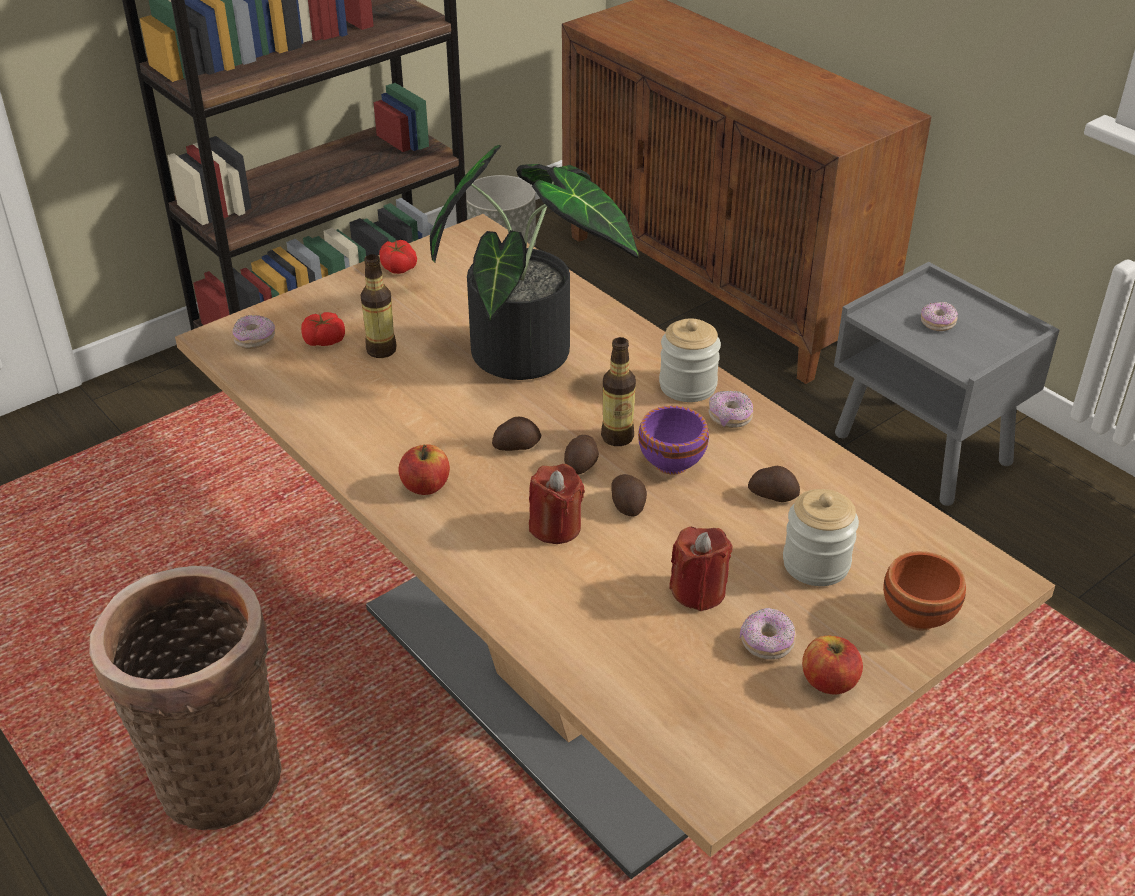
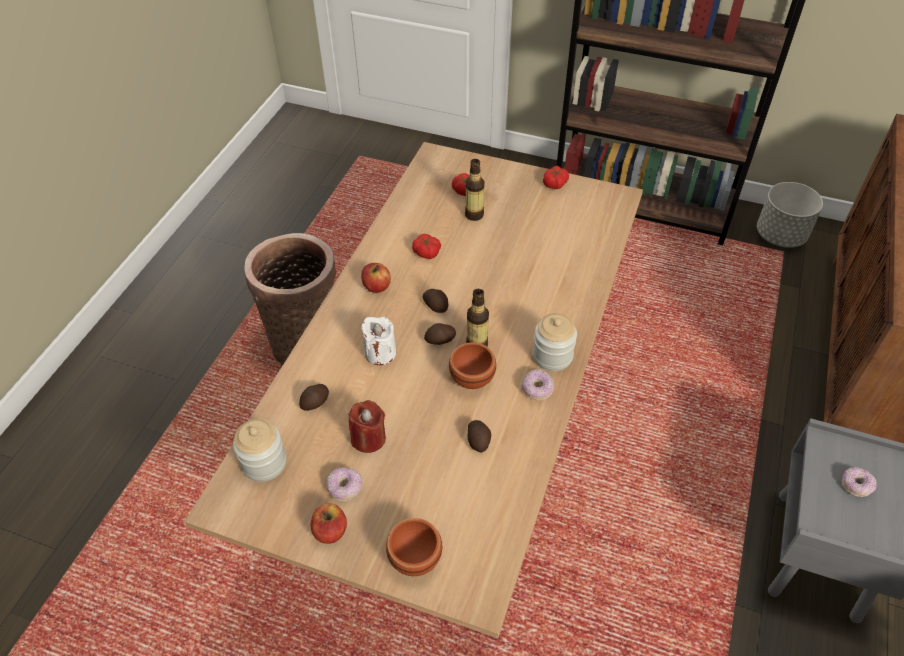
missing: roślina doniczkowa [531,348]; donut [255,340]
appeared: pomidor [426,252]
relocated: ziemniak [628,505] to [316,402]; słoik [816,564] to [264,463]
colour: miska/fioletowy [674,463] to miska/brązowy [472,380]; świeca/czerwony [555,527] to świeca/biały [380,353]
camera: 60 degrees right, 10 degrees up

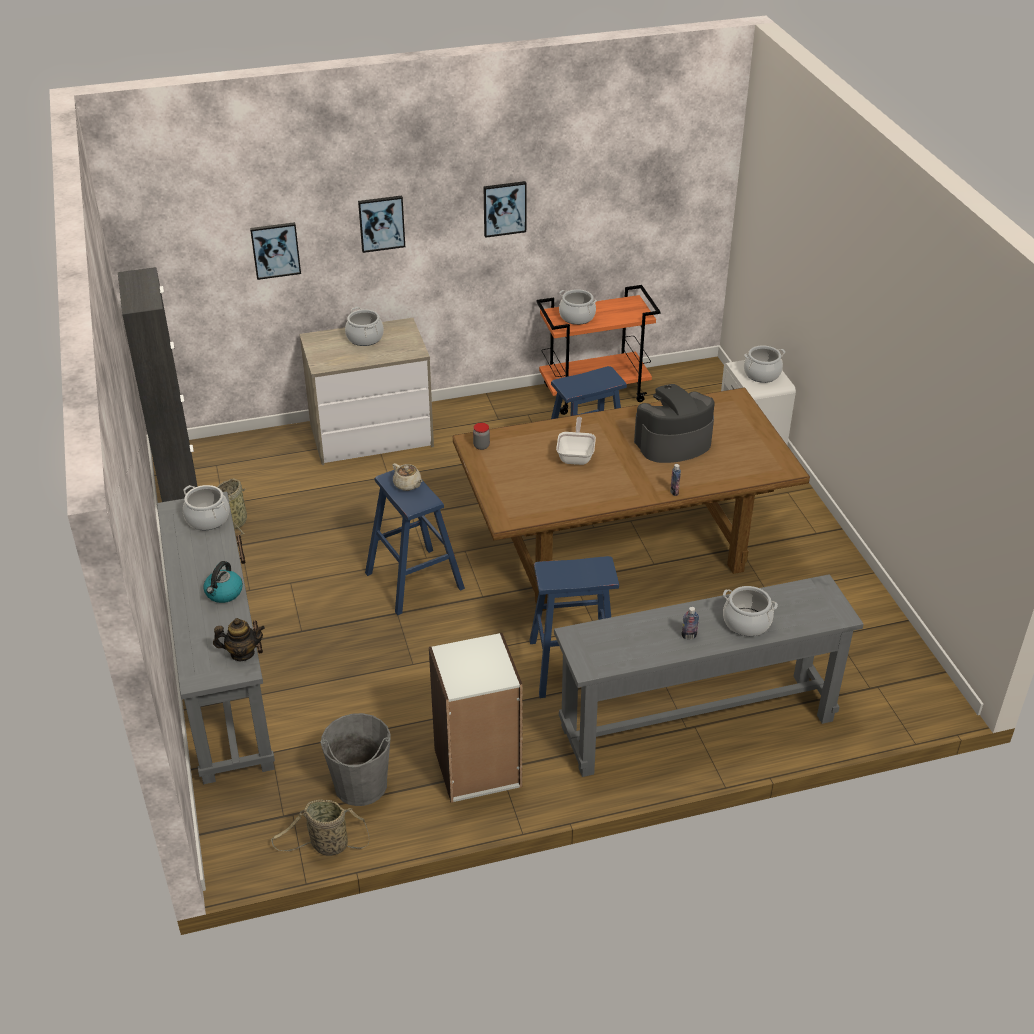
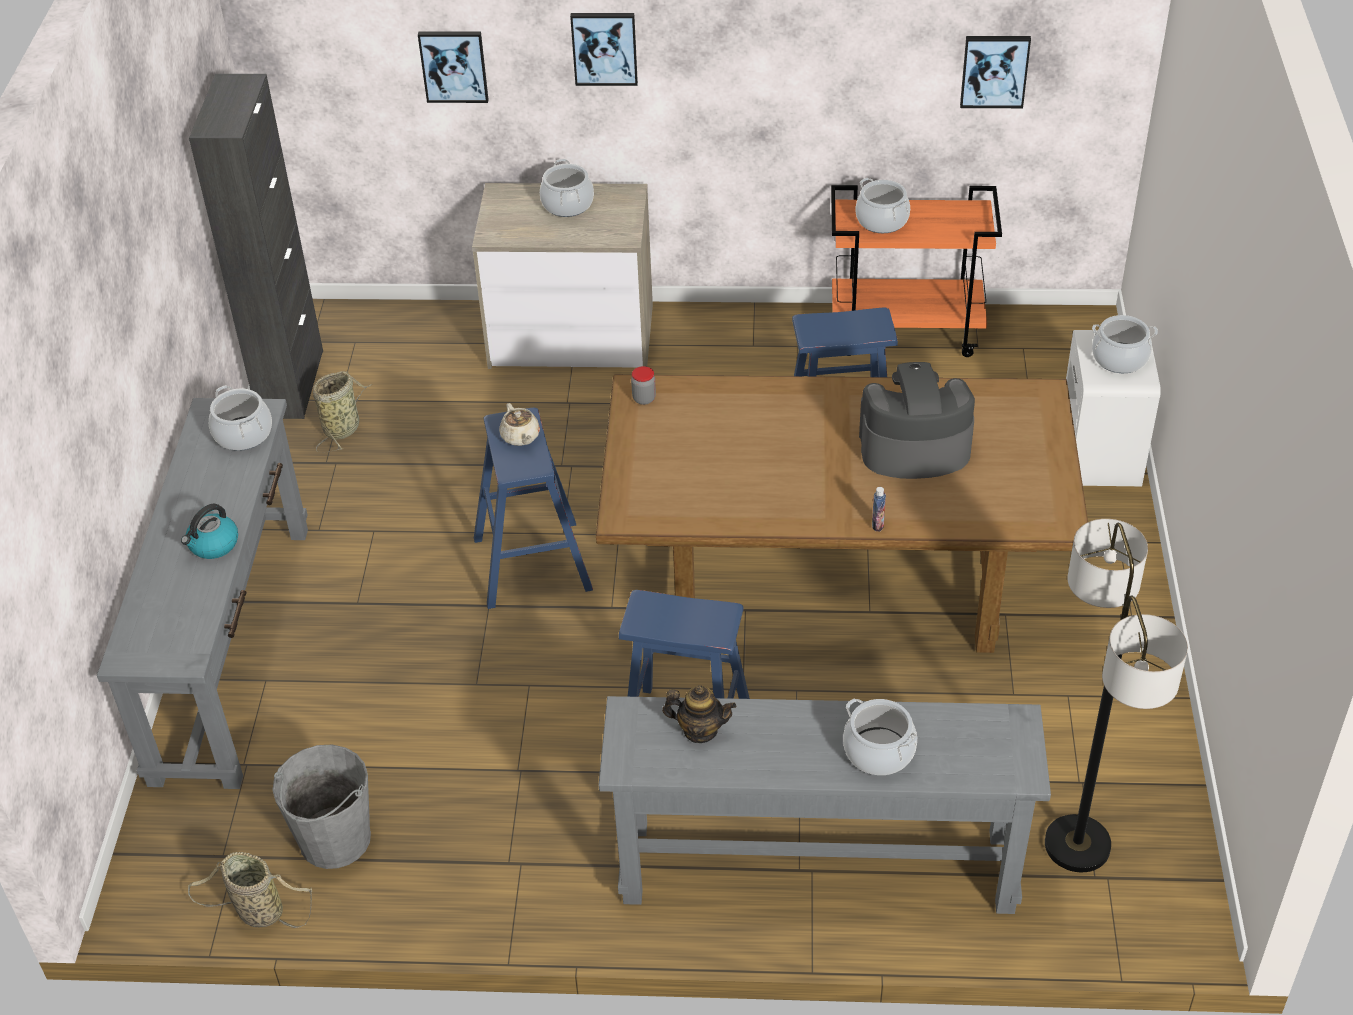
missing: patelnia [576,455]; butelka [689,636]; regał/biały [477,769]
appeared: lampa stojąca [1077,845]
relocated: obraz [504,208] to [994,70]; imbryk [242,653] to [700,730]
camera: 20 degrees right, 5 degrees up

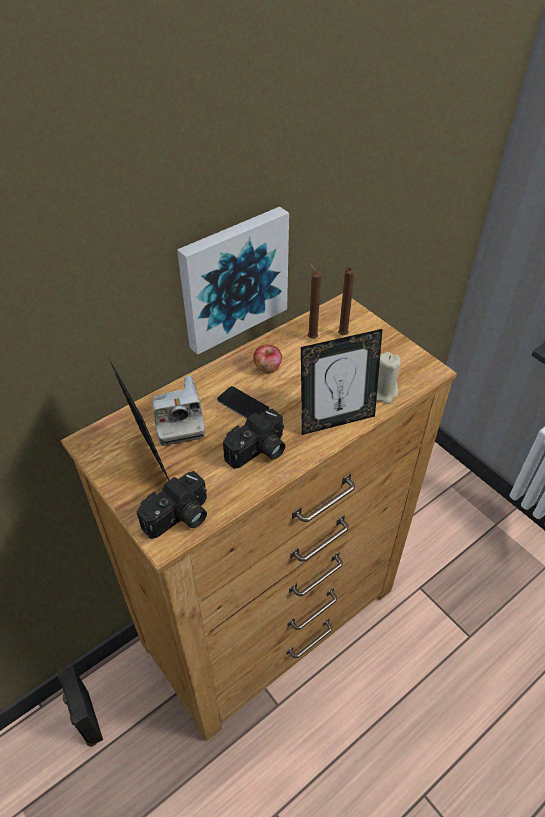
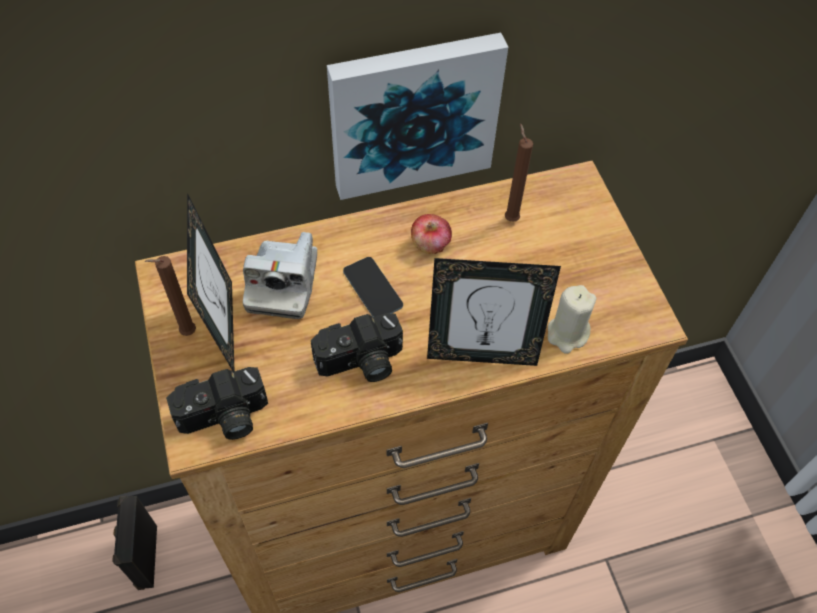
relocated: świeca/brązowy [342,336] to [186,333]
camera: 20 degrees right, 10 degrees up

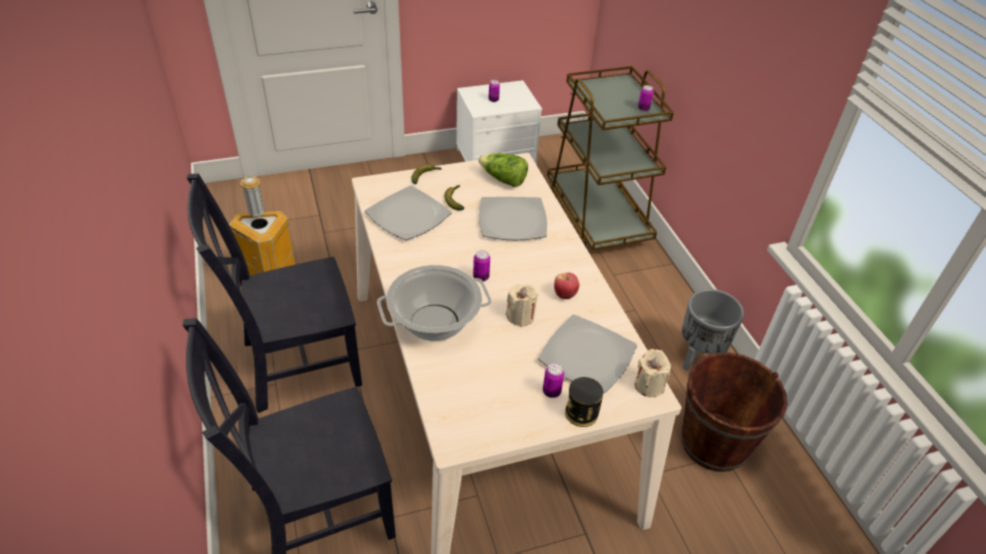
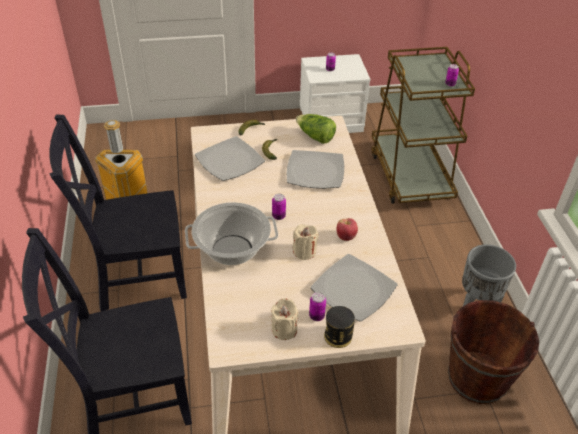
relocated: świeca/beżowy [649,385] to [284,329]
camera: 10 degrees right, 0 degrees up

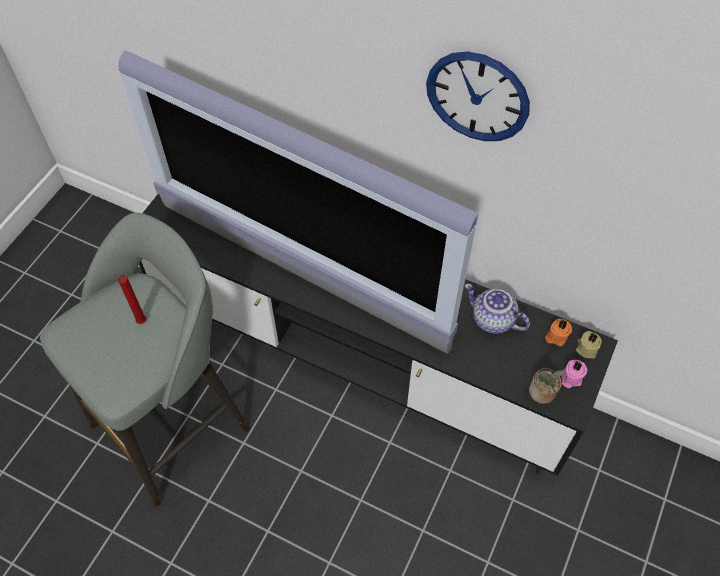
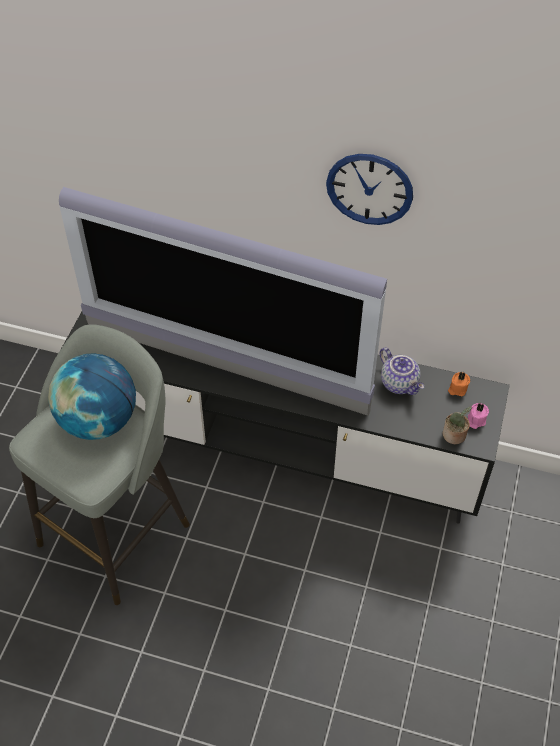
missing: świeca/beżowy [586,348]
exchanged: świeca/czerwony [140,321] to globus [98,421]
spun: imbryk [492,320] = [400,383] 150 degrees counterclockwise
camera: 10 degrees left, 5 degrees down

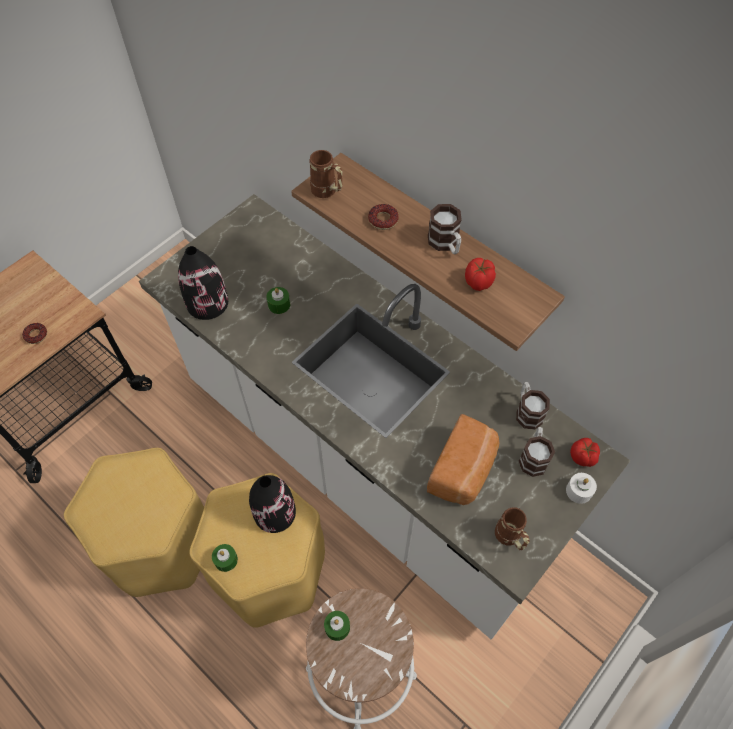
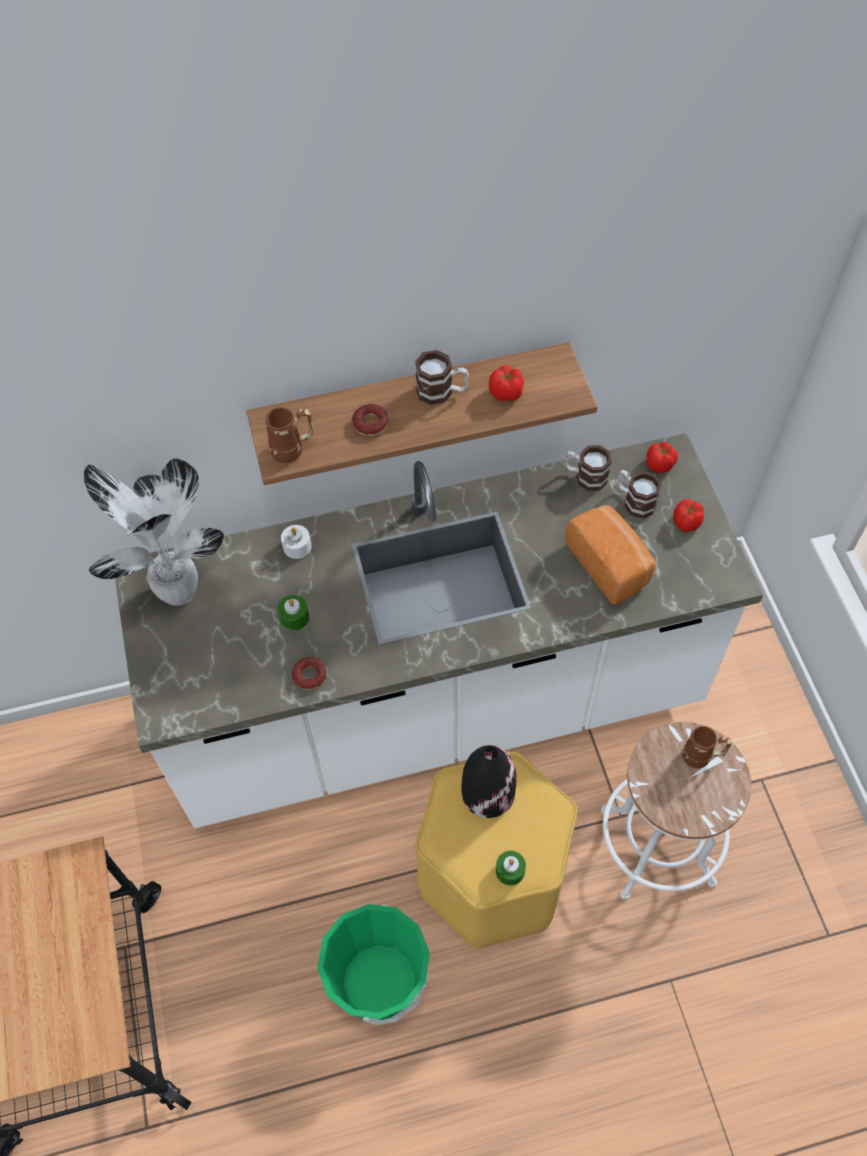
missing: wazon/czarny [208,302]; świeca/zielony [337,627]
appeared: roślina doniczkowa [179,595]; pomidor [686,523]
relocated: donut [36,335] to [309,675]; świeca/biały [578,491] to [297,546]; kubek/brązowy [510,538] to [702,757]
exchanged: stołek/żółty [161,543] to wiadro/zielony [379,982]
camera: 55 degrees left, 0 degrees up

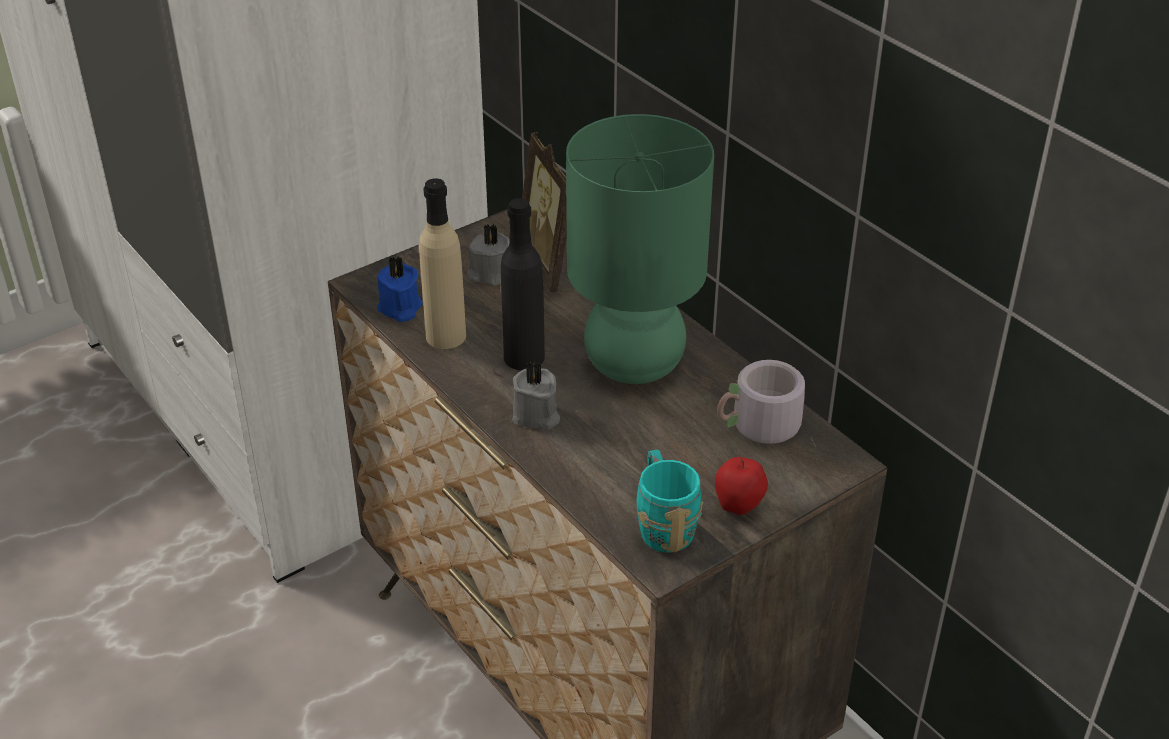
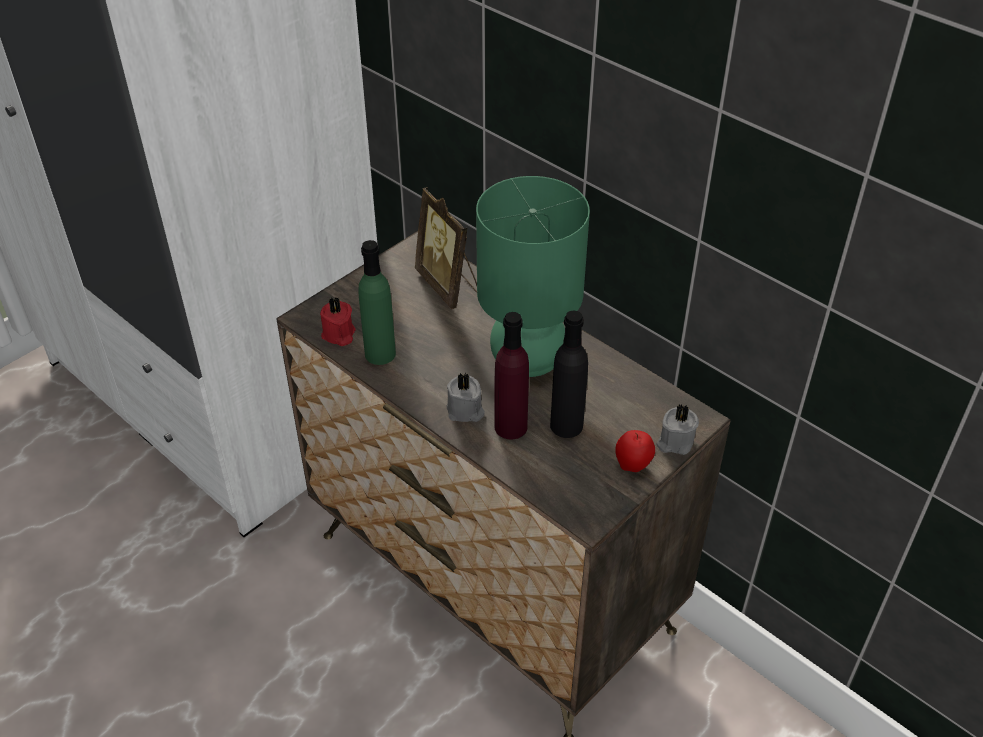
missing: kubek/szary [759,429]; kubek/turkusowy [663,524]
appeared: butelka/fioletowy [510,427]
relocated: butelka/czarny [524,357] to [566,425]; świeca/szary [489,274] to [674,442]
colour: butelka/beżowy [446,336] to butelka/zielony [380,354]; świeca/niebieski [399,308] to świeca/czerwony [338,335]
camera: 10 degrees left, 5 degrees up

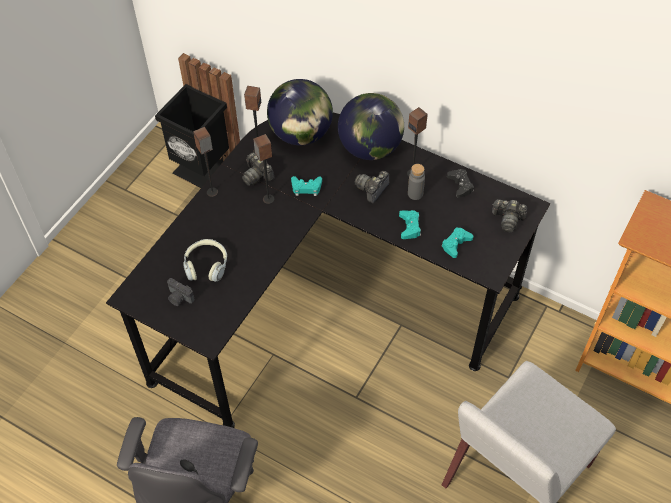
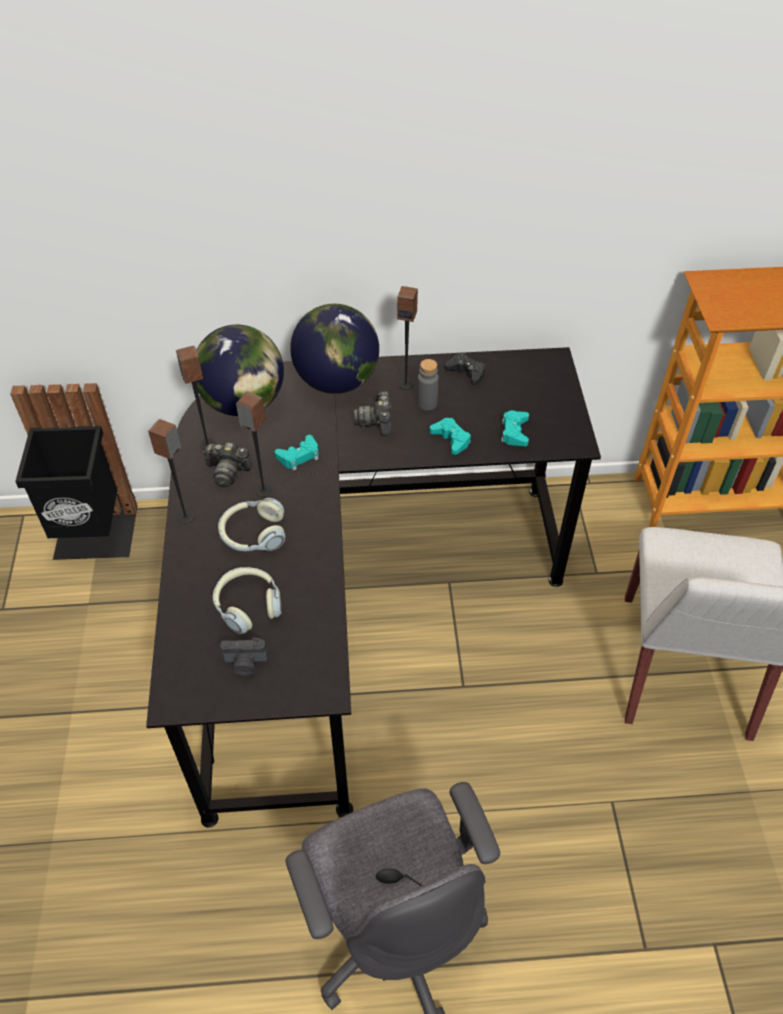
missing: aparat fotograficzny [508,220]
appeared: słuchawki [253,534]
camera: 35 degrees left, 5 degrees down

